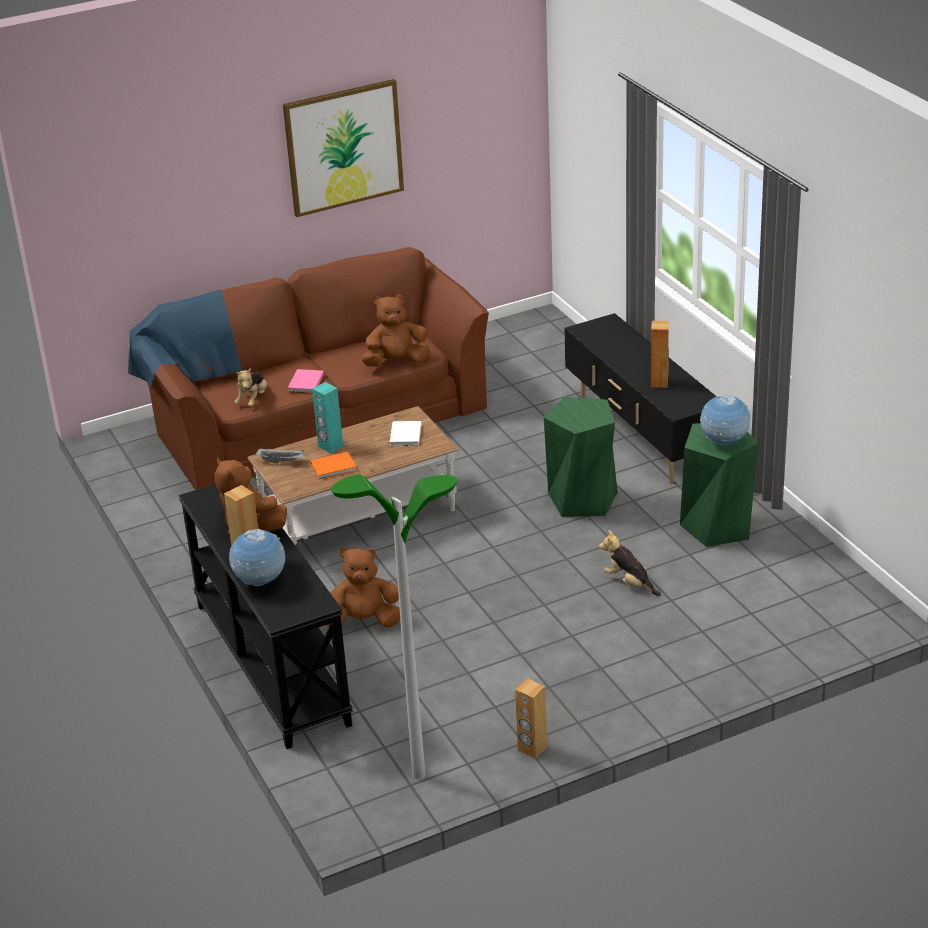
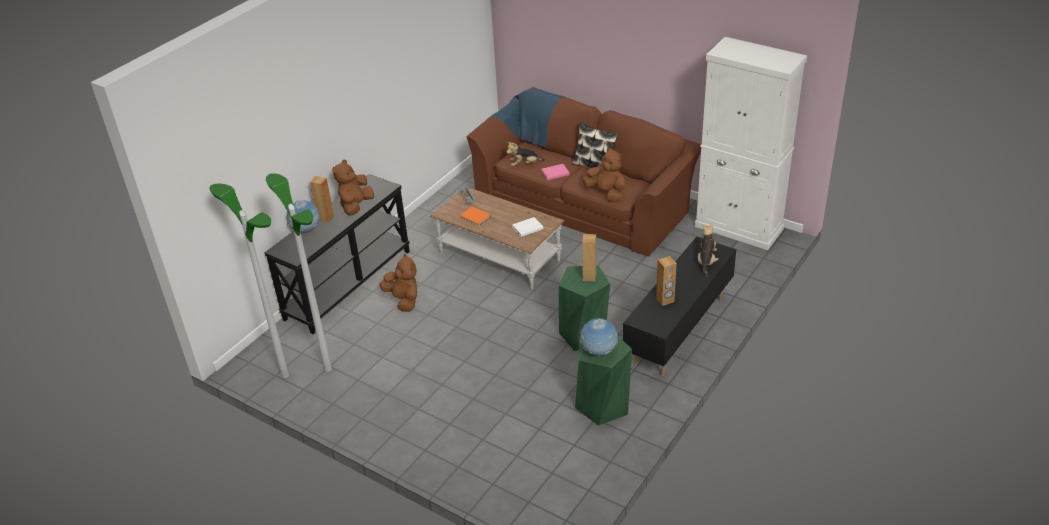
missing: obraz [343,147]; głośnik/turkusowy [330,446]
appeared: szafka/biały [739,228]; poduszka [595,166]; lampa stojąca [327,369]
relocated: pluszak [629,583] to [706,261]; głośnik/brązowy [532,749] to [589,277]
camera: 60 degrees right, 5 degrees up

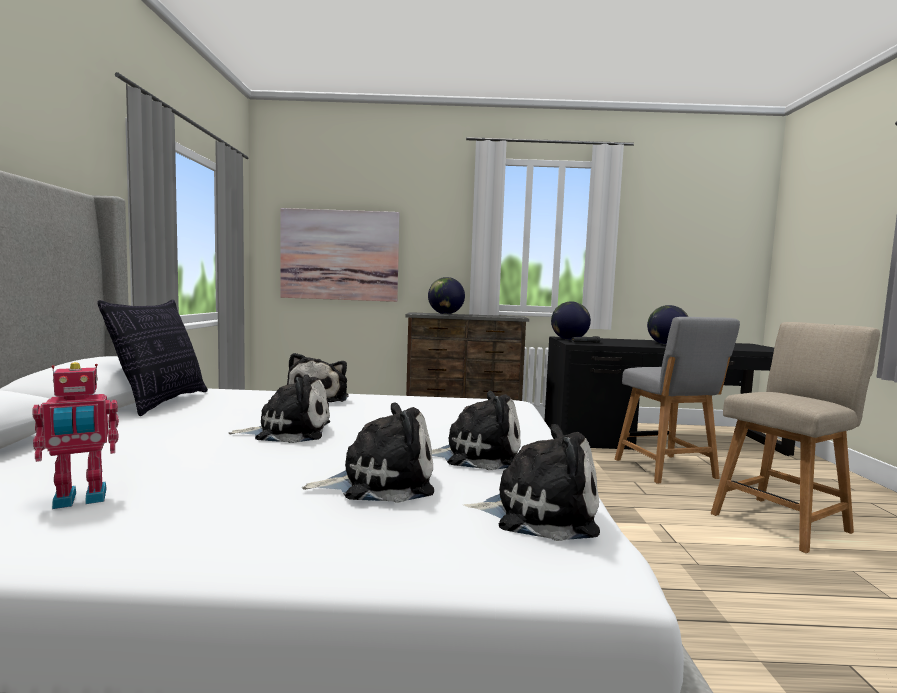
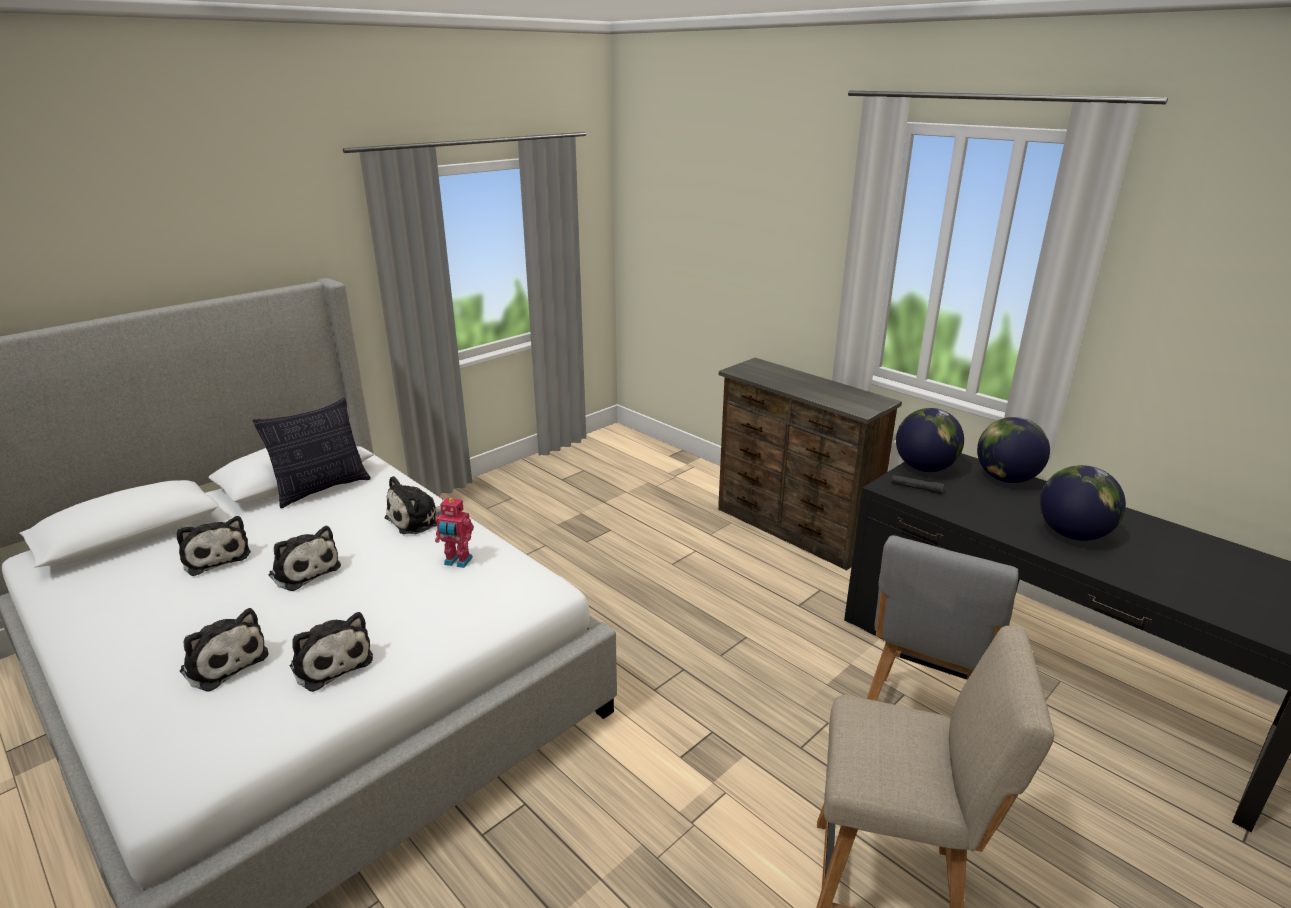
missing: obraz [340,255]
relocated: globus [445,314] to [1005,478]; robot zabawkowy [80,499] to [457,562]; pluszak [537,513] to [216,556]
camera: 45 degrees right, 20 degrees up

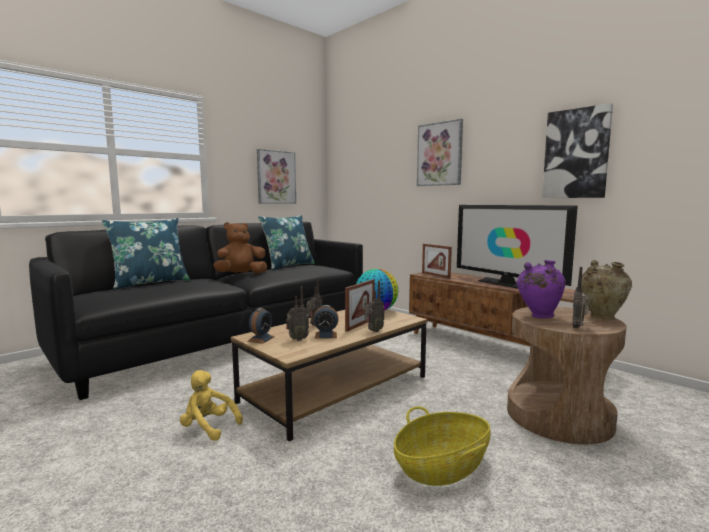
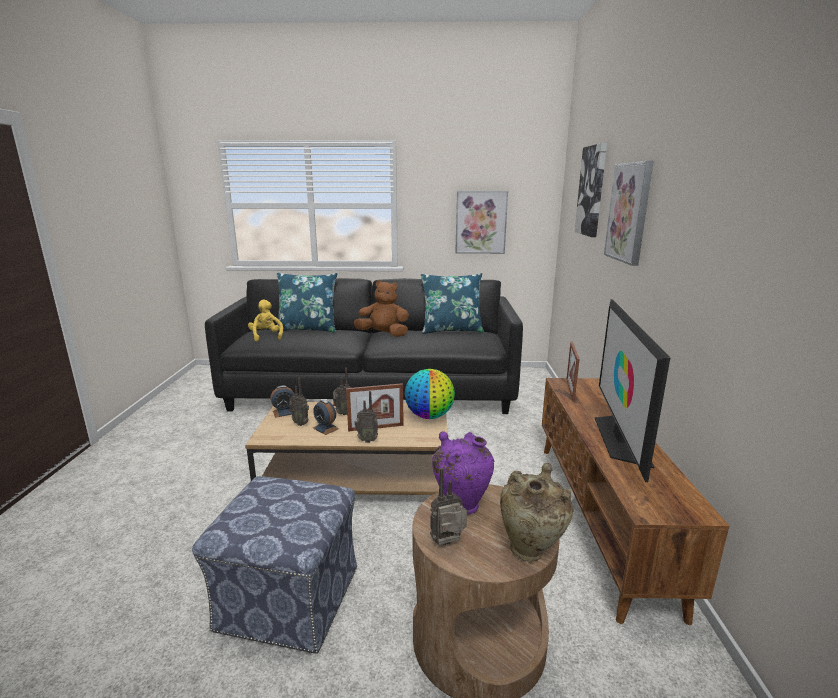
relocated: obraz [576,154] to [592,191]; pluszak/żółty [208,427] to [266,336]
exchanged: koszyk [442,467] to pufa [287,598]
camera: 45 degrees right, 10 degrees up

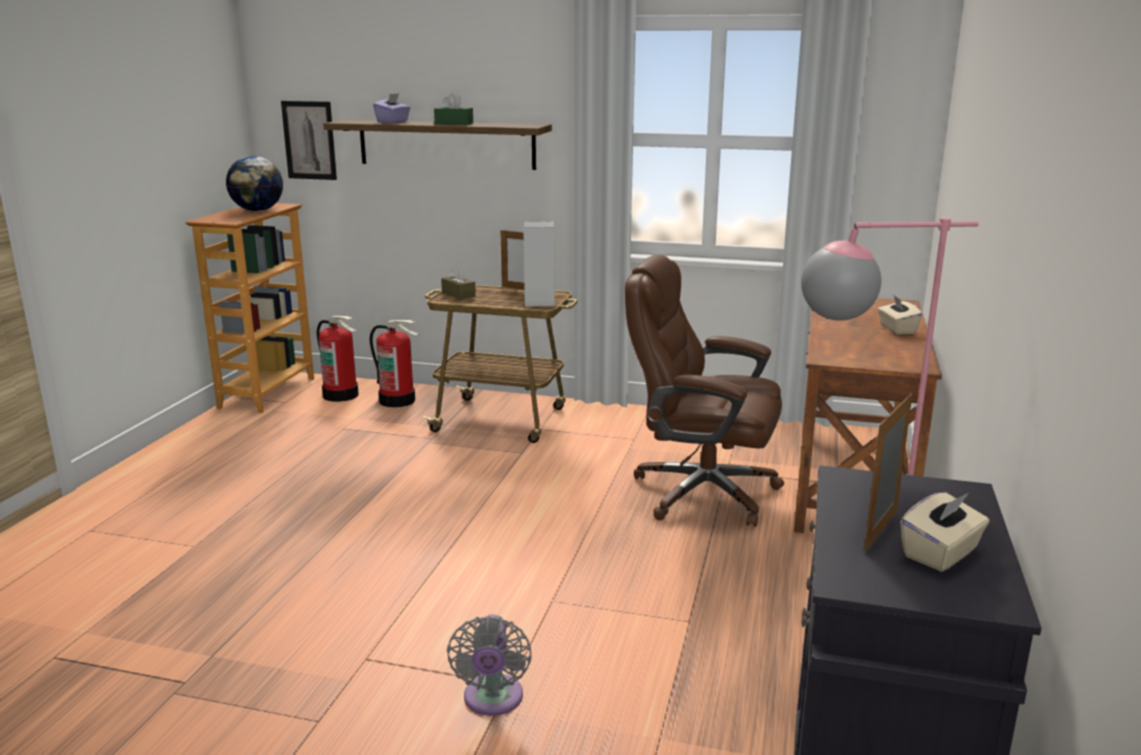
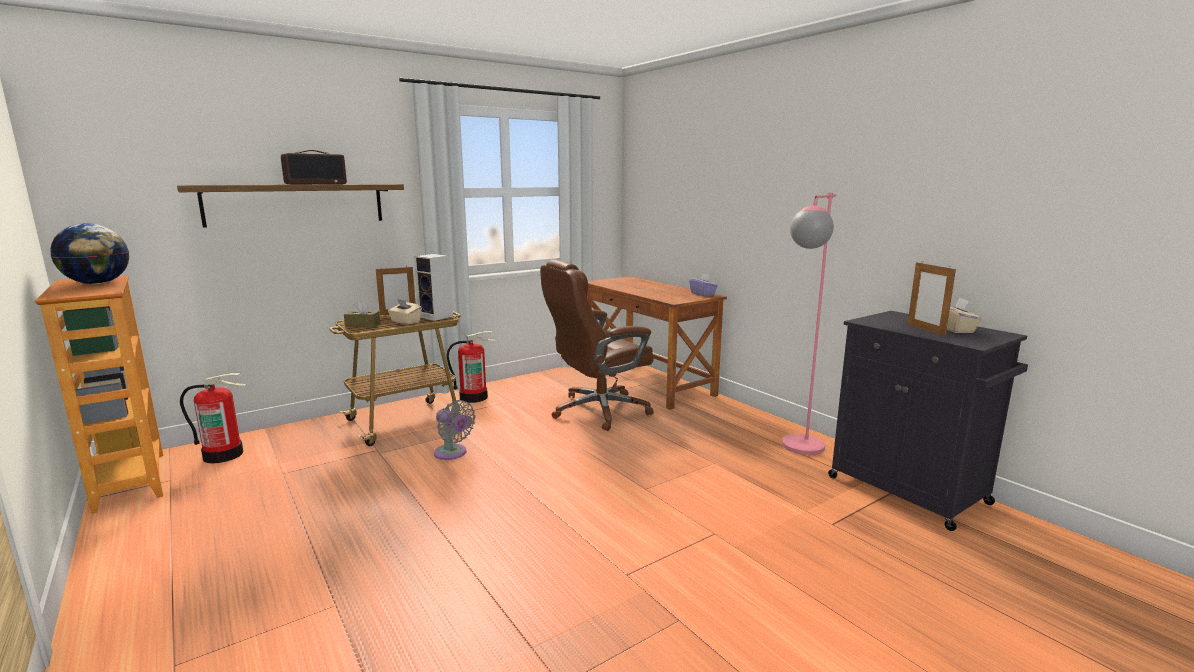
missing: obraz [309,140]
relocated: pudełko chusteczek/fioletowy [393,122] to [703,294]; pudełko chusteczek/beżowy [897,329] to [405,322]; gaśnica [398,400] to [474,397]; wentylator/szary [492,700] to [452,454]
exchanged: pudełko chusteczek/zielony [454,123] to radio [316,184]
camera: 50 degrees left, 5 degrees down

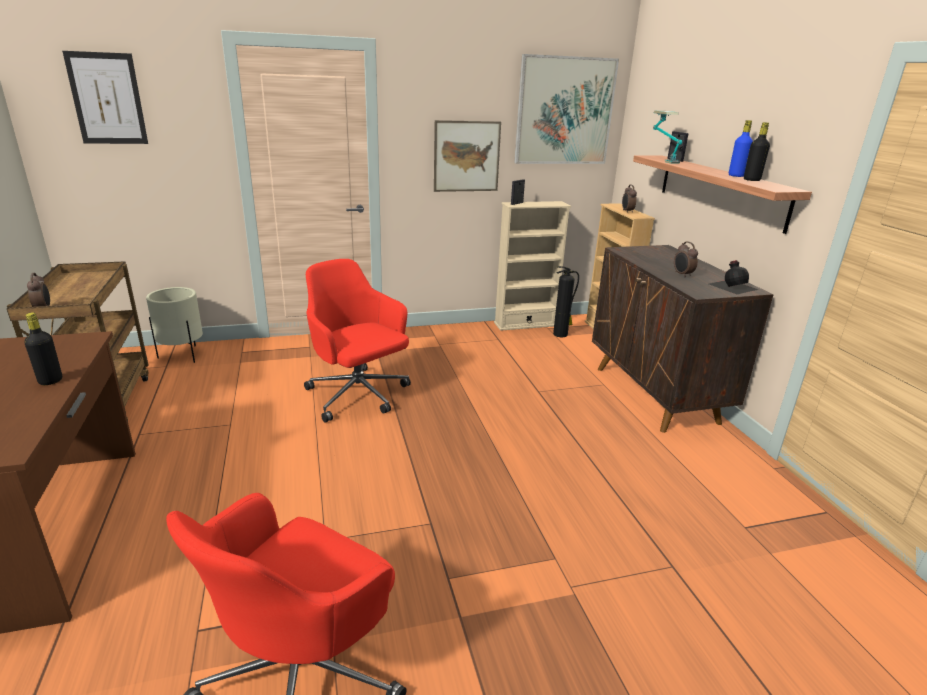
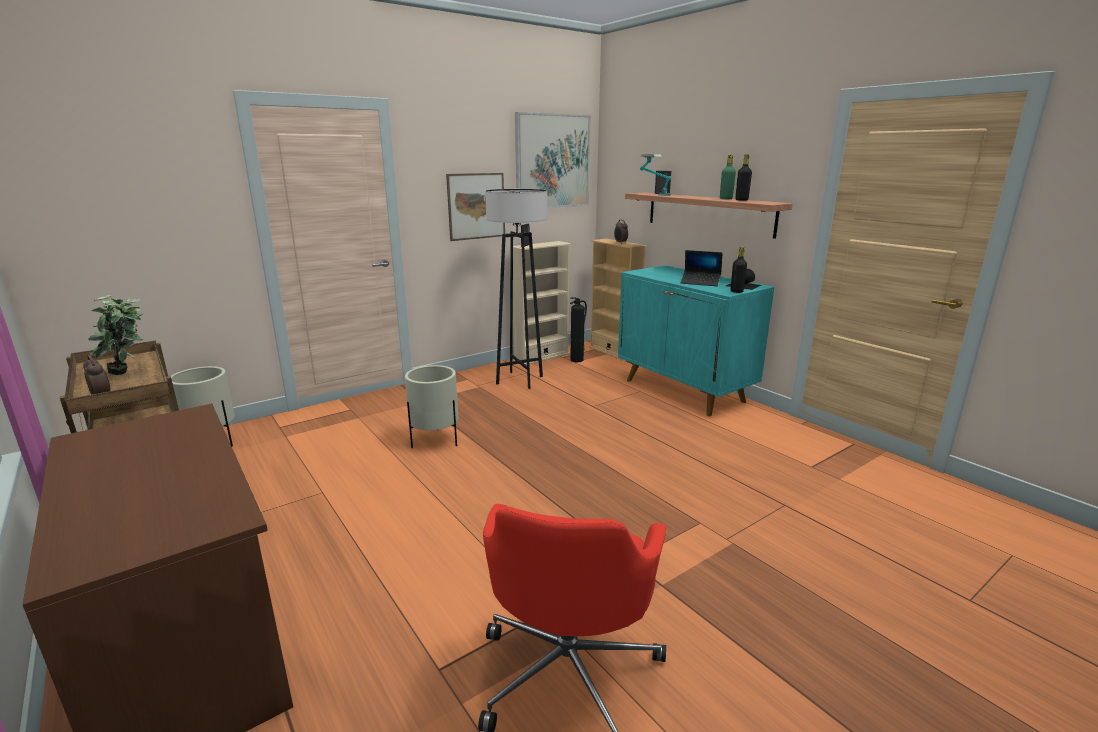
missing: obraz [107,99]
appeared: lampa stojąca/szary [519,380]; roślina doniczkowa [129,373]
relocated: butelka/czarny [50,381] to [736,291]
exchanged: budzik [682,275] to laptop [700,282]; krzesło biurowe/czerwony [358,395] to donica/beżowy [435,441]
colour: butelka/niebieski [736,176] to butelka/zielony [725,199]; szafka/brązowy [655,395] to szafka/turkusowy [684,391]
camera: 20 degrees left, 5 degrees down

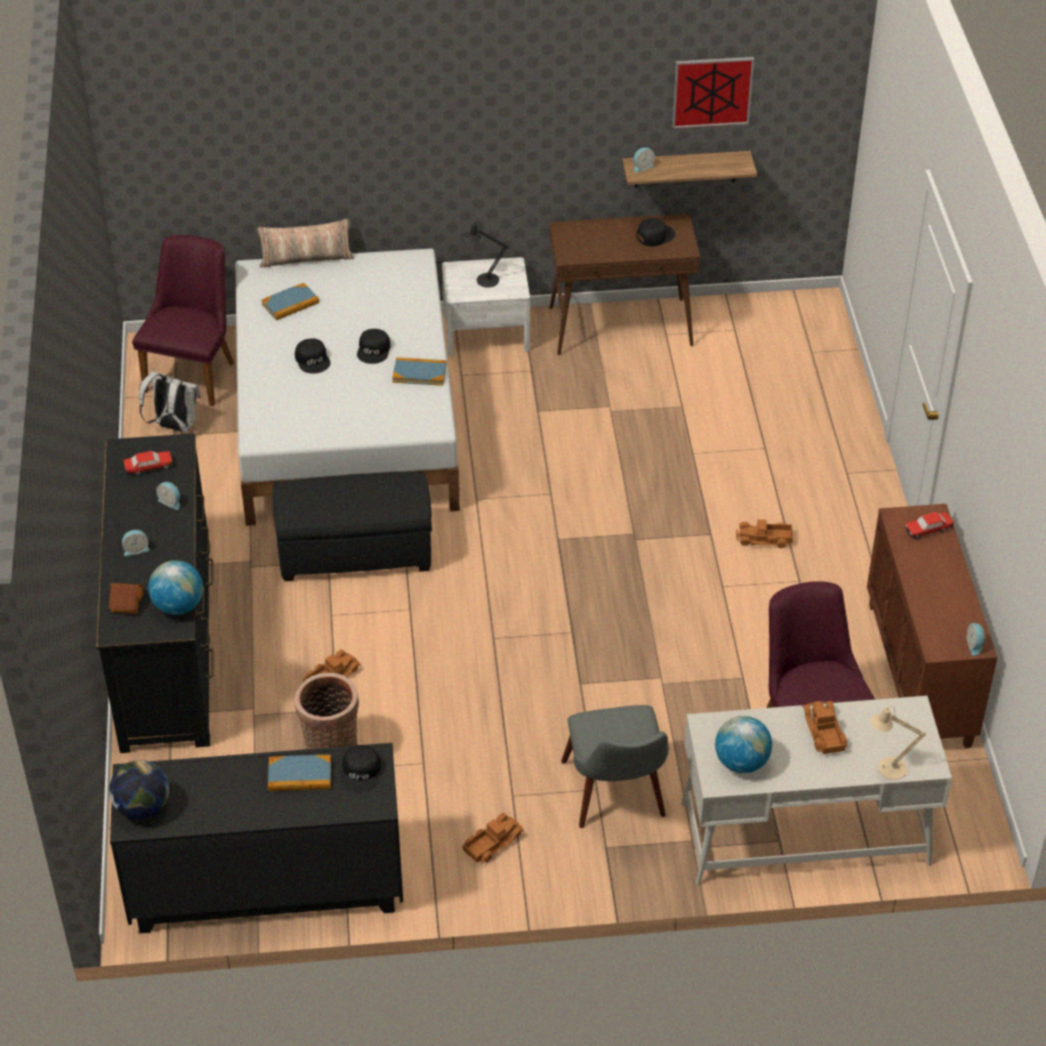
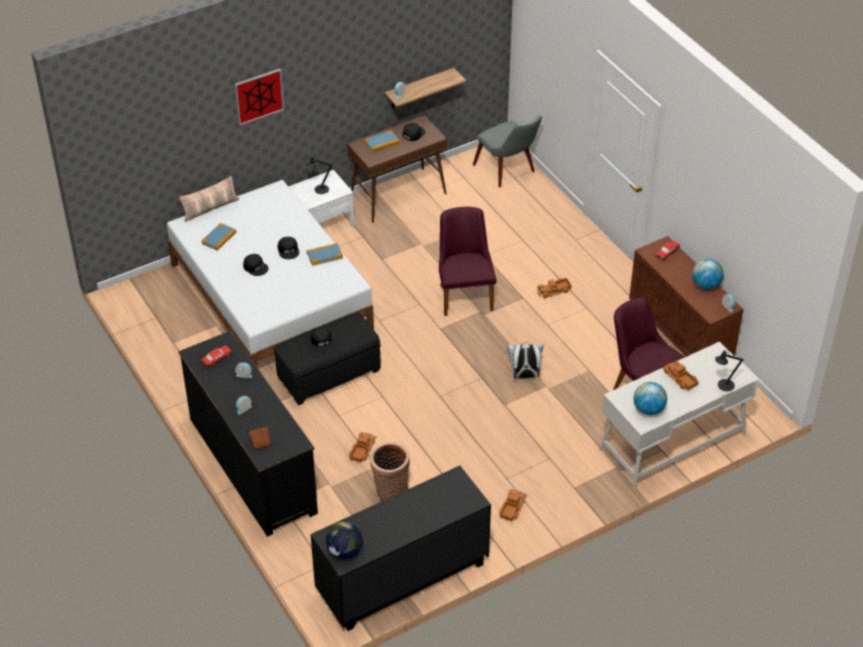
relocated: obraz [712,92] to [259,96]; krzesło/fioletowy [194,371] to [464,294]; plecak/biały [174,426] to [524,375]; globus [178,606] to [705,285]; krzesło/szary [617,800] to [509,172]; czapka z daszkiem/czarny [361,772] to [322,342]; książka [300,775] to [381,142]
colour: lampa stołowa/beżowy [888,768] to lampa stołowa/czarny [723,386]
camera: 25 degrees left, 0 degrees up

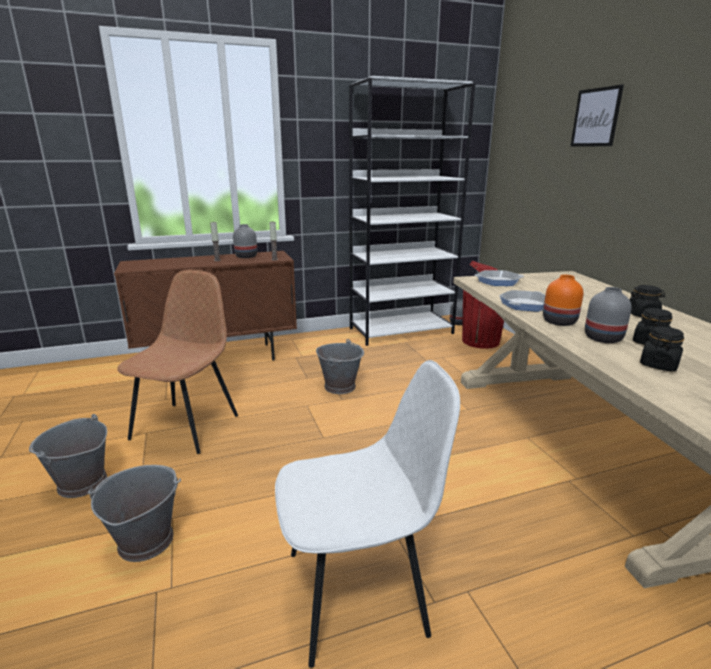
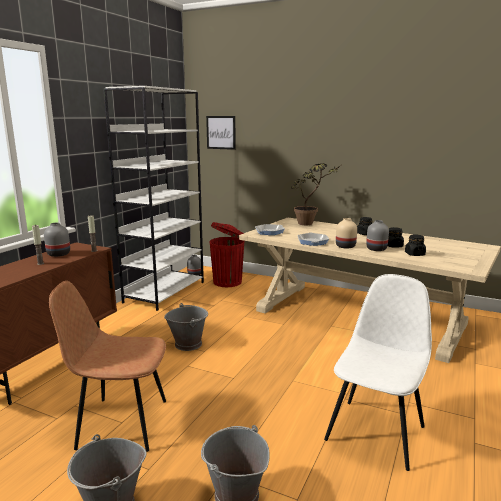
appeared: roślina doniczkowa [311,224]
relocated: obraz [596,117] to [221,132]
colour: wazon/pomarańczowy [560,321] to wazon/beżowy [345,246]
spun: krzesło/brązowy [187,426] = [120,423] 60 degrees counterclockwise
camera: 45 degrees left, 5 degrees down

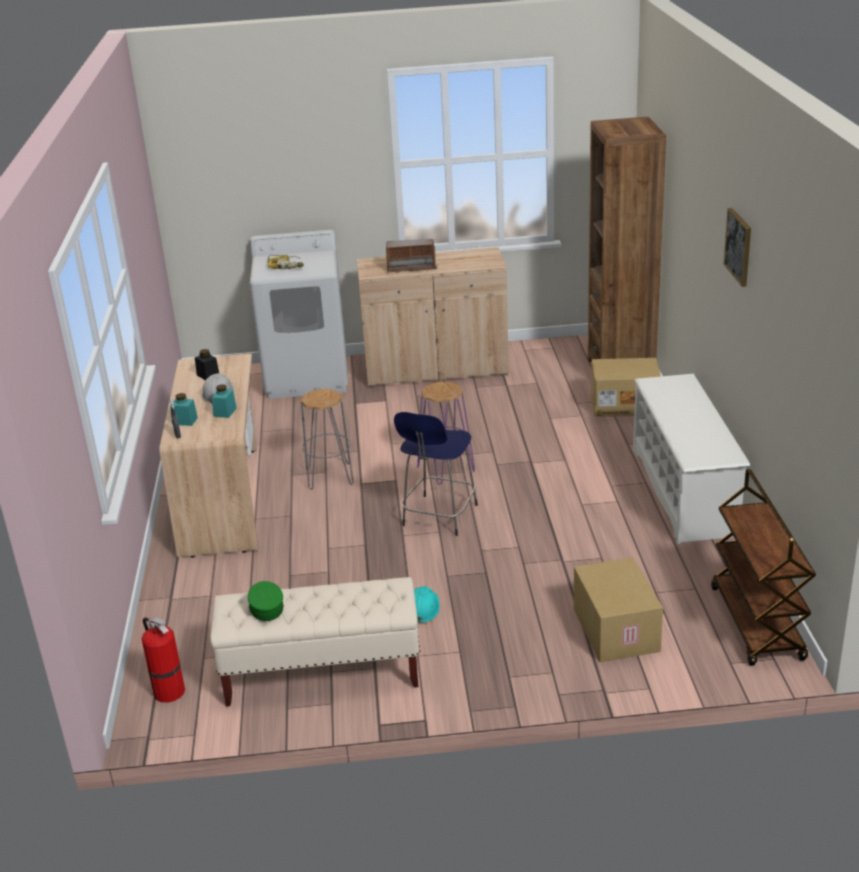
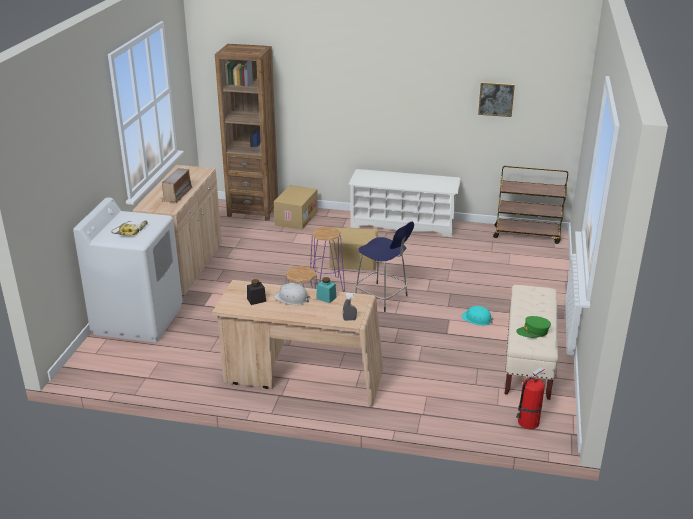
missing: słoik/turkusowy [185,421]
relocated: obraz [739,246] to [496,99]; karton [614,630] to [353,261]
camera: 75 degrees left, 0 degrees up

